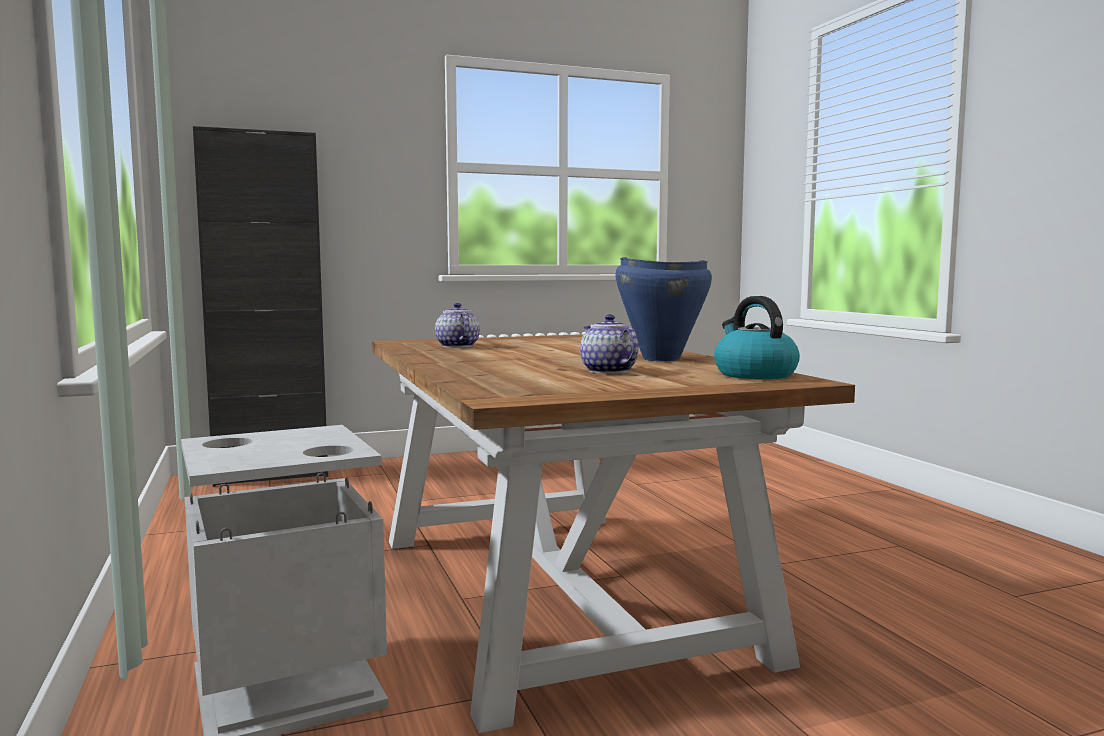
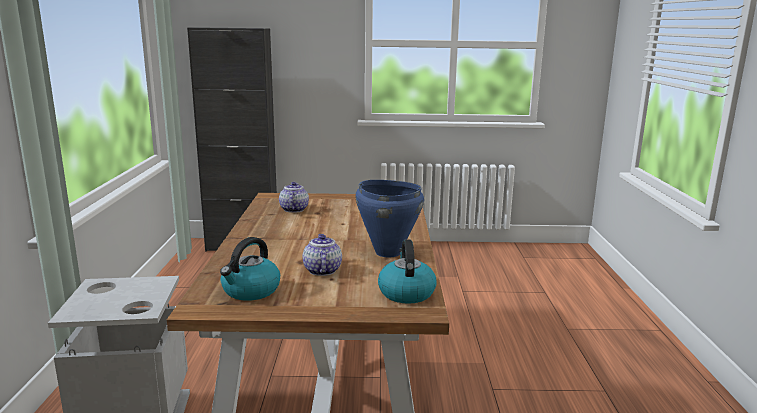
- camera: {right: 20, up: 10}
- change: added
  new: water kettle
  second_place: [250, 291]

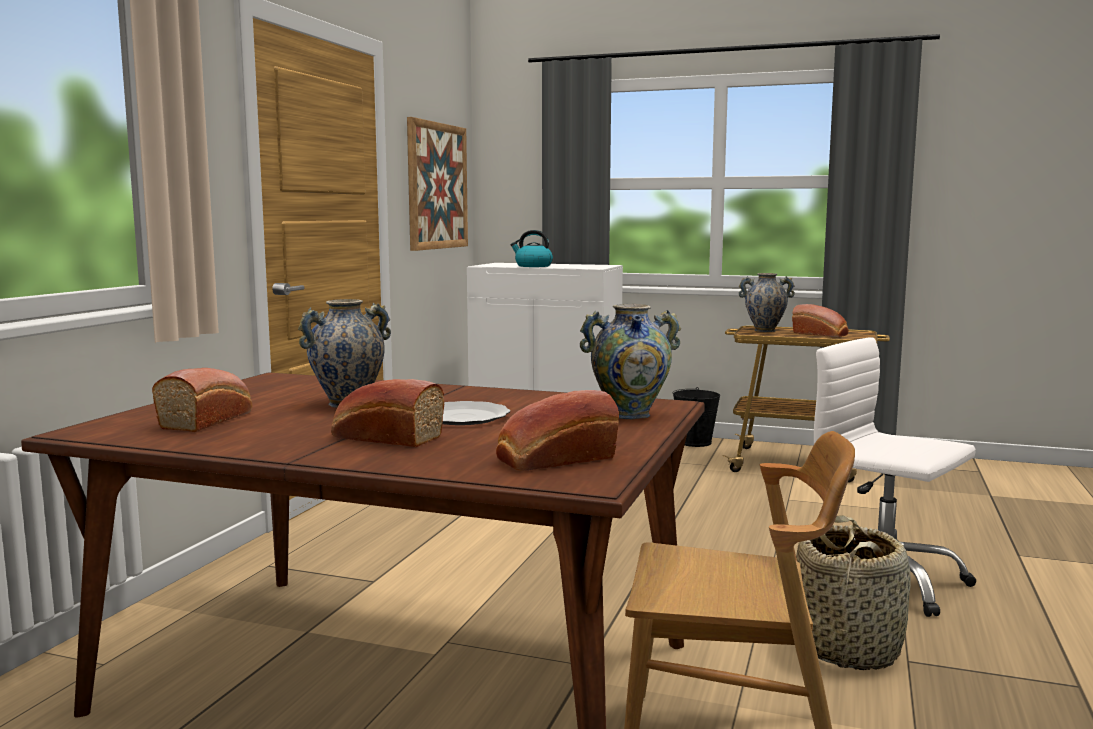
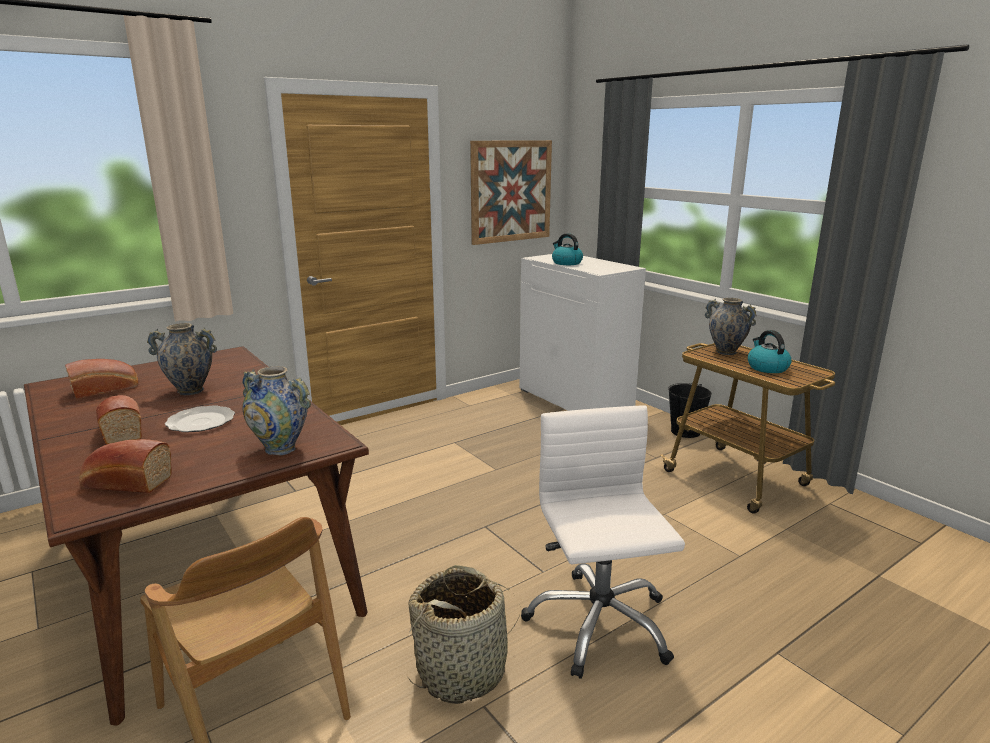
- camera: {right: 35, up: 10}
- change: replaced
  old: baked bread
  new: water kettle
  first_place: [821, 334]
  second_place: [767, 367]

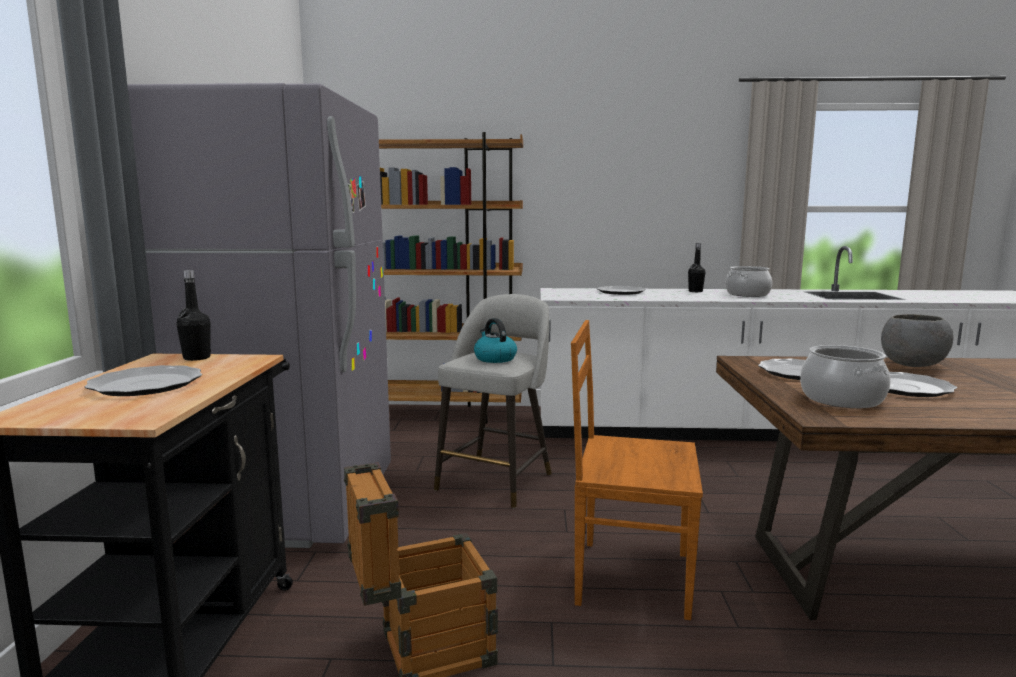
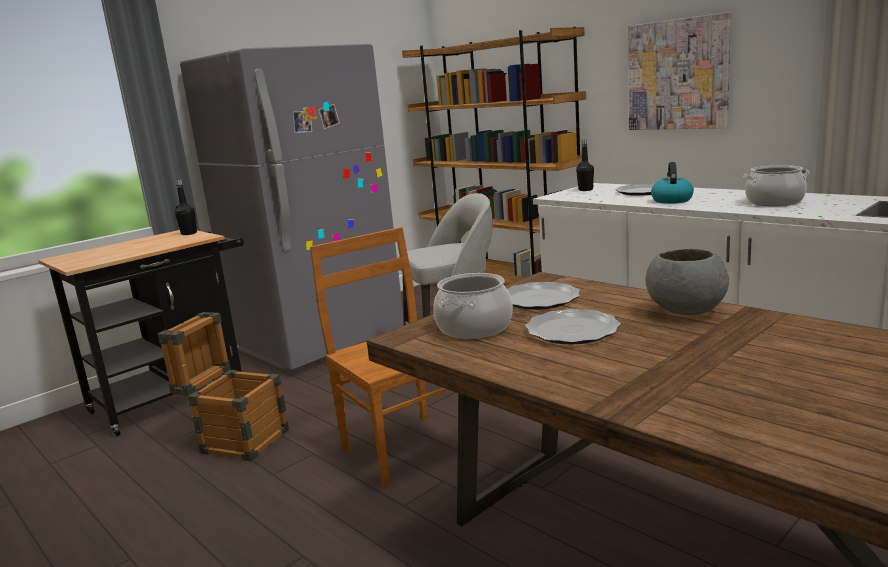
- camera: {right: 45, up: 5}
- change: moved
  old: blackish beverage bottle
  first_place: [695, 291]
  second_place: [585, 190]
- change: moved
  old: water kettle
  first_place: [494, 358]
  second_place: [671, 200]
- change: removed
  old: dinner plate
  first_place: [146, 385]
- change: added
  new: wall picture
  second_place: [678, 75]

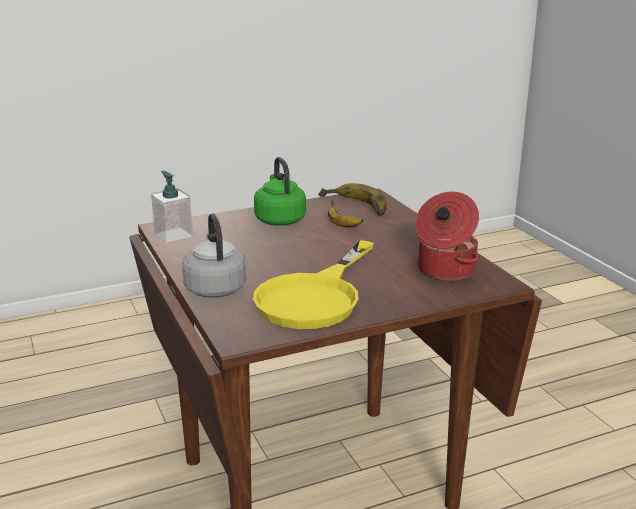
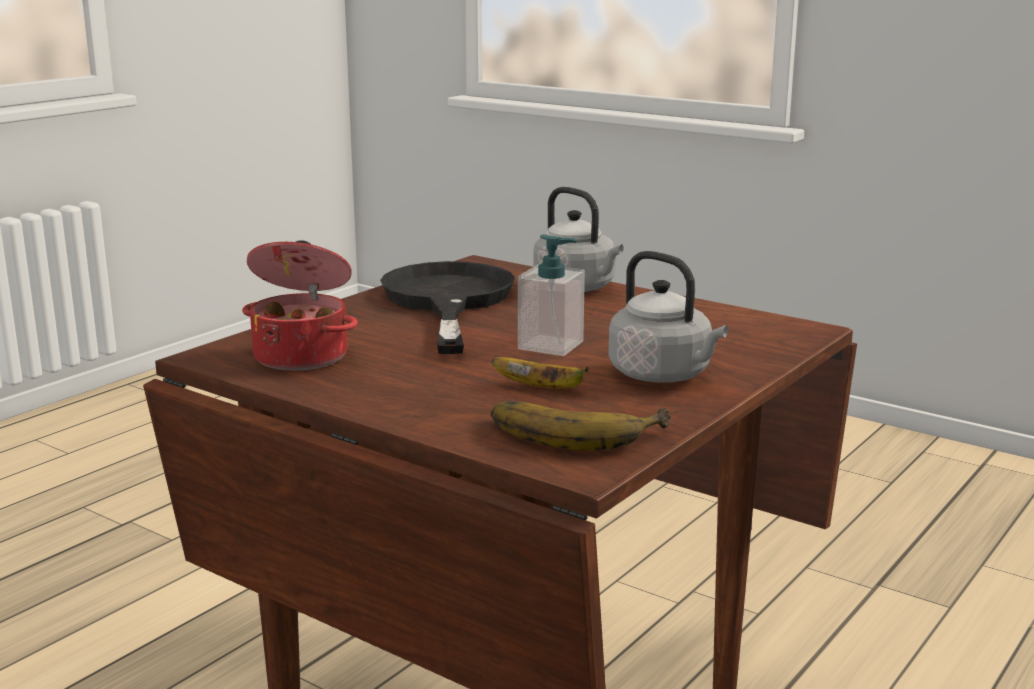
- camera: {right: 150, up: -5}
- change: recoloured
  old: greenish water kettle
  new: gray water kettle
  first_place: [279, 219]
  second_place: [664, 375]
- change: moved
  old: soap bottle
  first_place: [173, 235]
  second_place: [551, 345]
- change: recoloured
  old: yellow-coloured frying pan
  new: blackish frying pan
  first_place: [316, 297]
  second_place: [447, 301]

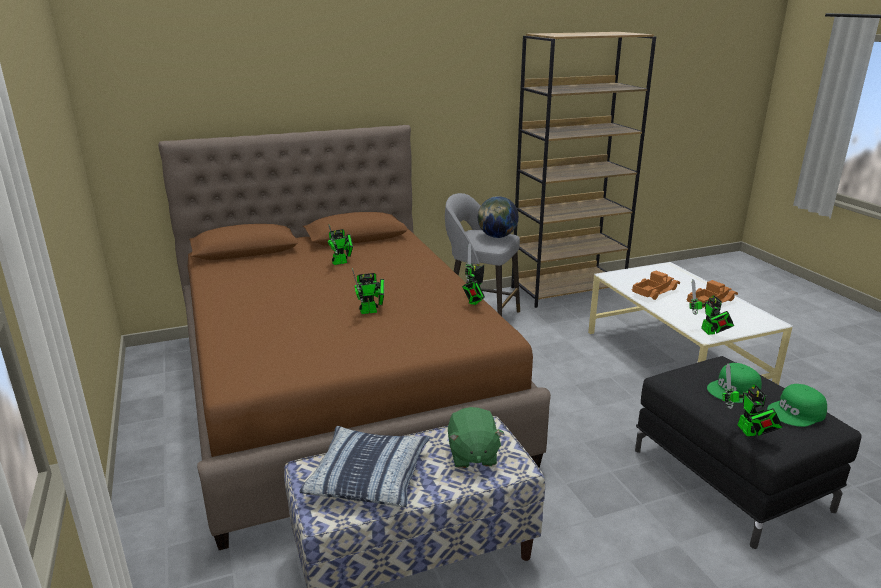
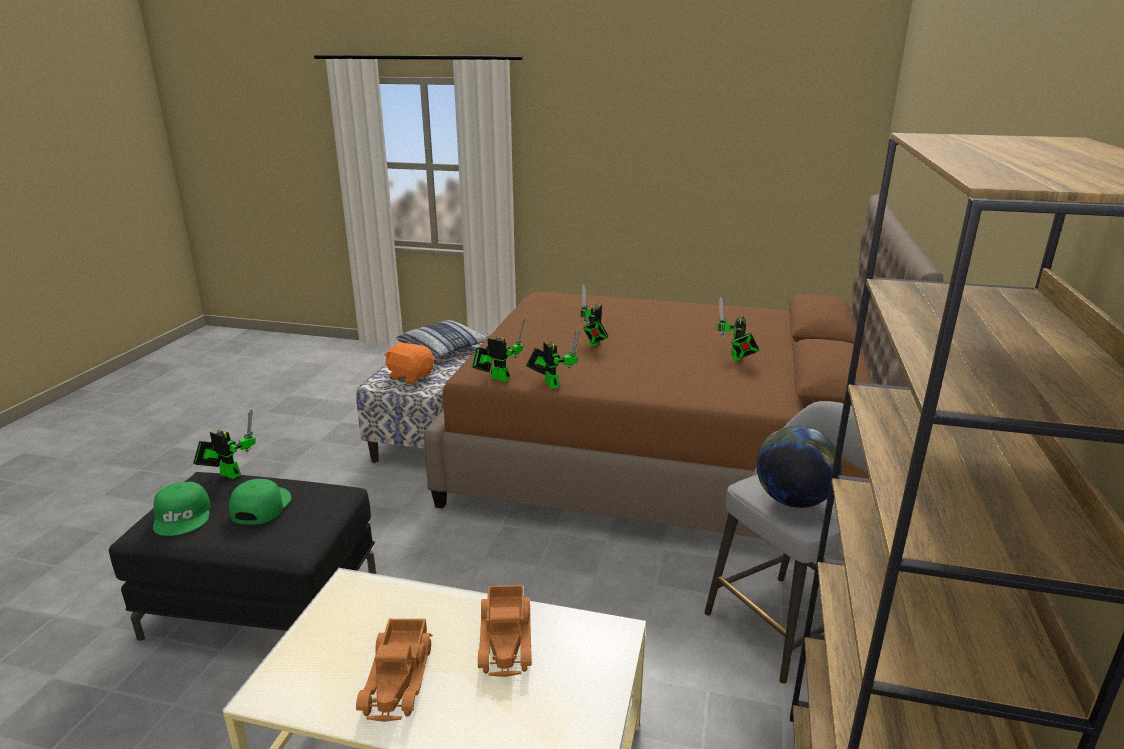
- camera: {right: 125, up: 0}
- change: moved
  old: robot figure
  first_place: [709, 332]
  second_place: [497, 377]
- change: turned
  old: greenish peaked cap
  first_place: [797, 412]
  second_place: [183, 516]
  degrees: 150
- change: recoloured
  old: greenish plush toy
  new: orangey plush toy
  first_place: [472, 455]
  second_place: [410, 376]

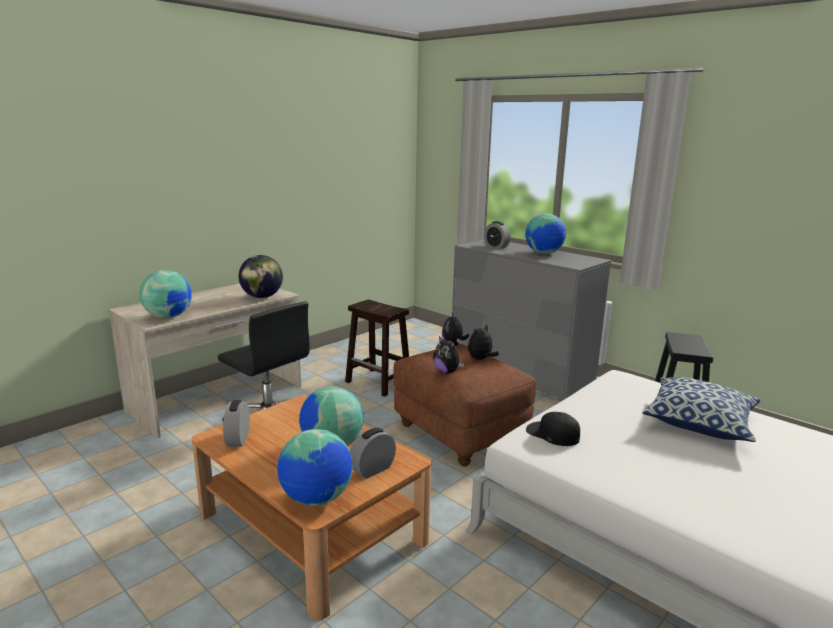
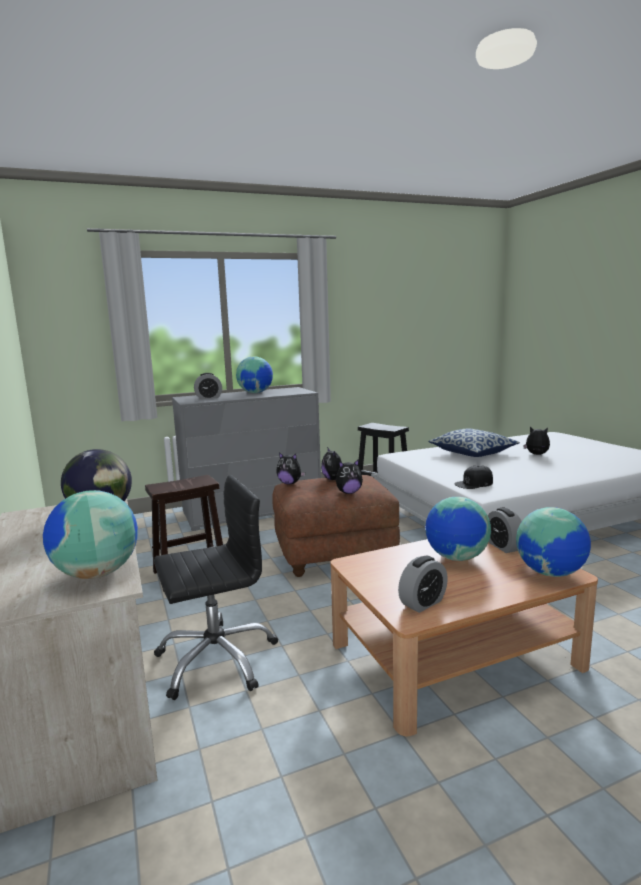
- camera: {right: -65, up: -5}
- change: turned
  old: alarm clock
  first_place: [238, 439]
  second_place: [423, 603]
  degrees: -60
- change: added
  new: plush toy
  second_place: [536, 455]

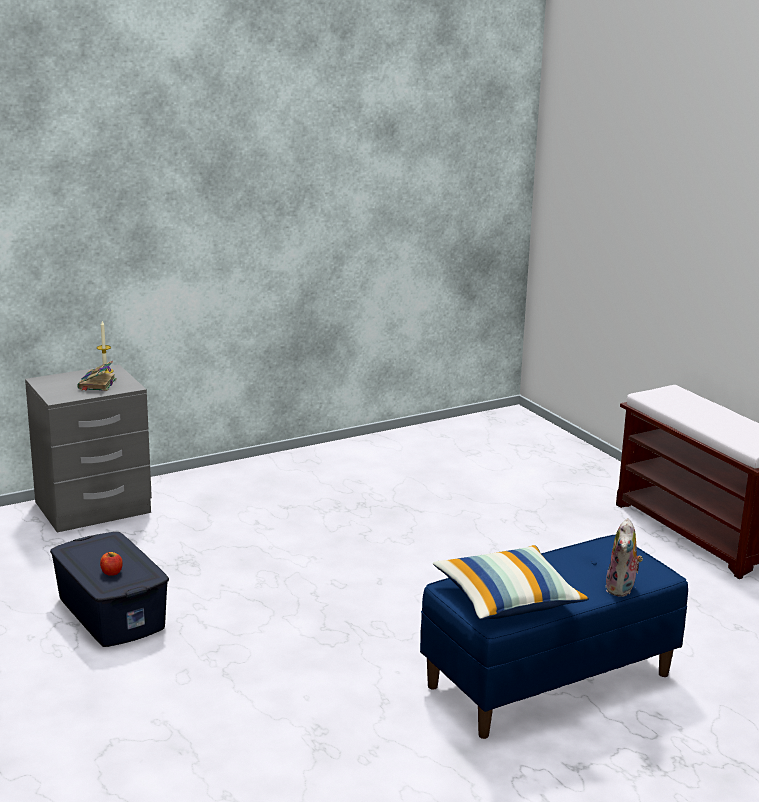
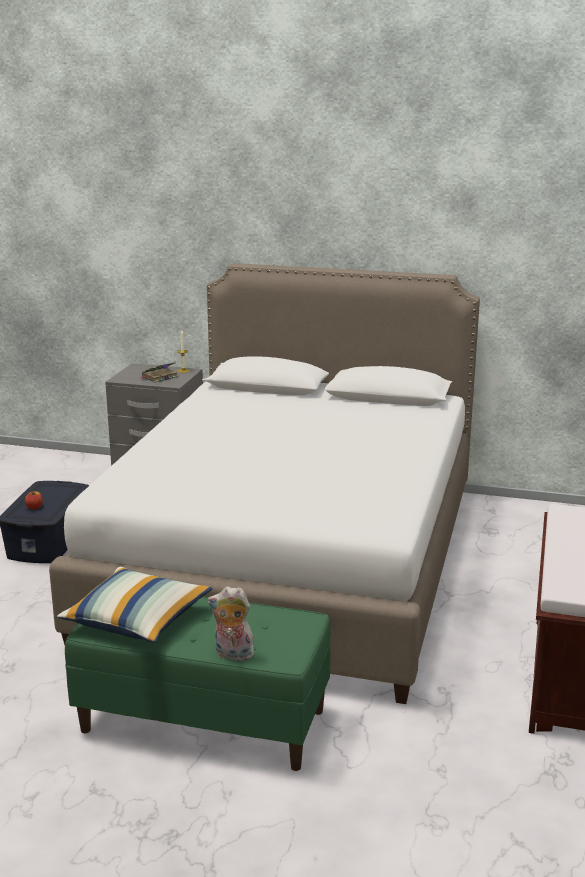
- camera: {right: 45, up: 0}
- change: turned
  old: plush toy
  first_place: [622, 589]
  second_place: [232, 655]
  degrees: 45
- change: recoloured
  old: blue-coloured bench
  new: greenish bench
  first_place: [549, 679]
  second_place: [204, 720]
- change: added
  new: white-coloured bed
  second_place: [292, 562]

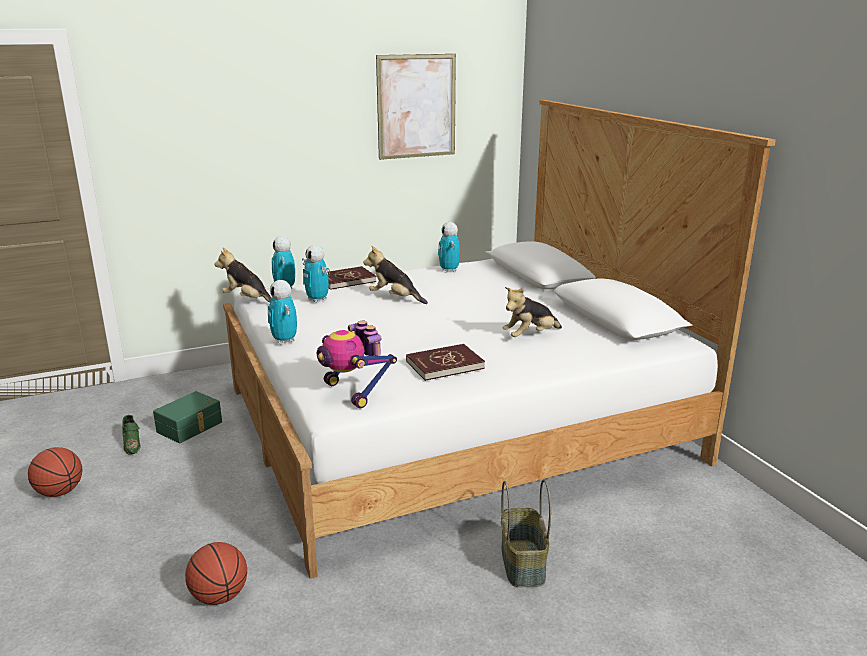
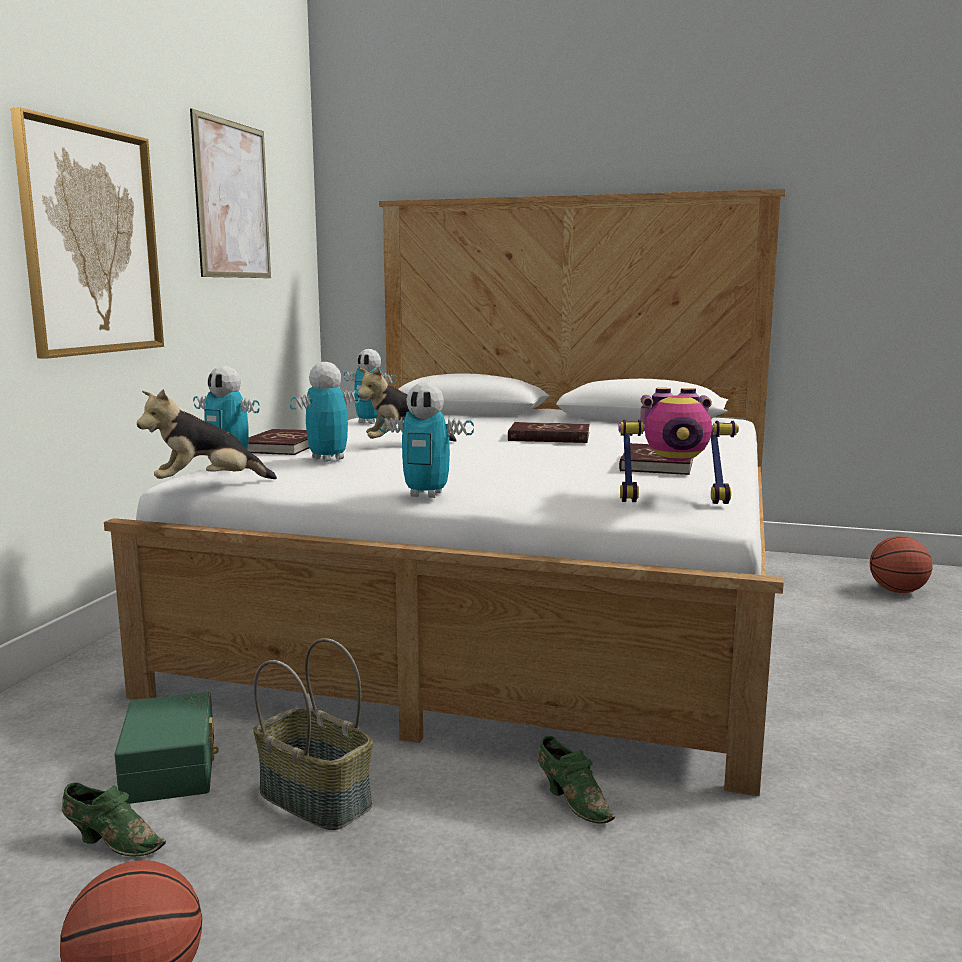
- camera: {right: -50, up: -10}
- change: turned
  old: robot figure
  first_place: [317, 300]
  second_place: [328, 459]
  degrees: 135
- change: removed
  old: plush toy
  first_place: [530, 336]
- change: moved
  old: storage basket
  first_place: [523, 564]
  second_place: [317, 798]
- change: moved
  old: ball for basketball
  first_place: [219, 596]
  second_place: [897, 591]
- change: added
  new: wall picture
  second_place: [91, 241]
- change: added
  new: red-coloured volume
  second_place: [549, 437]
- change: added
  new: greenish low shoe
  second_place: [573, 800]

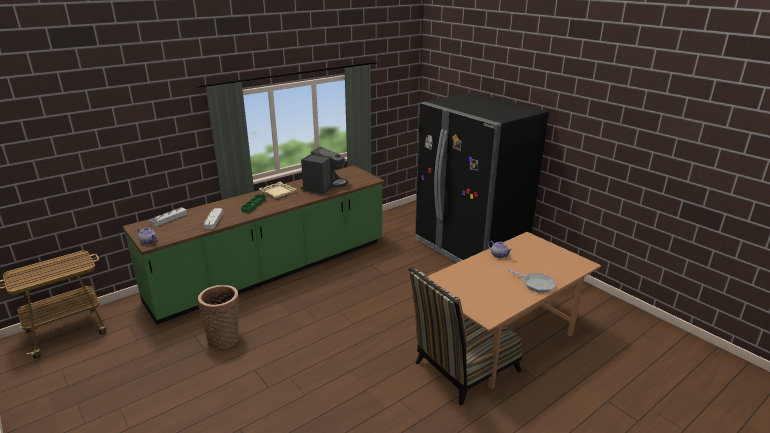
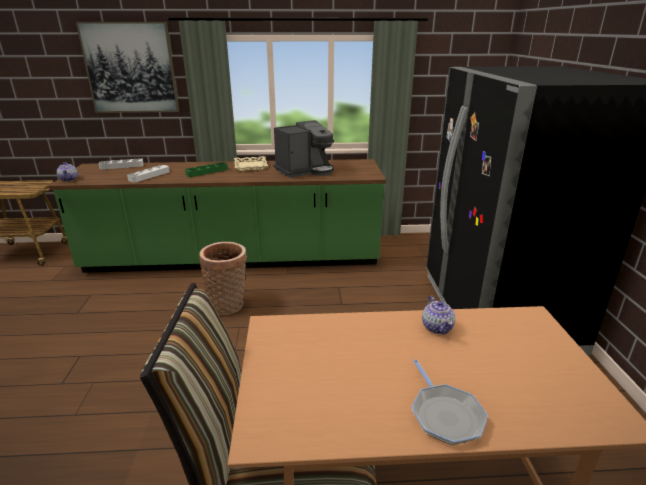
- camera: {right: 35, up: 0}
- change: moved
  old: storage basket
  first_place: [224, 338]
  second_place: [228, 305]
- change: added
  new: wall picture
  second_place: [130, 68]

